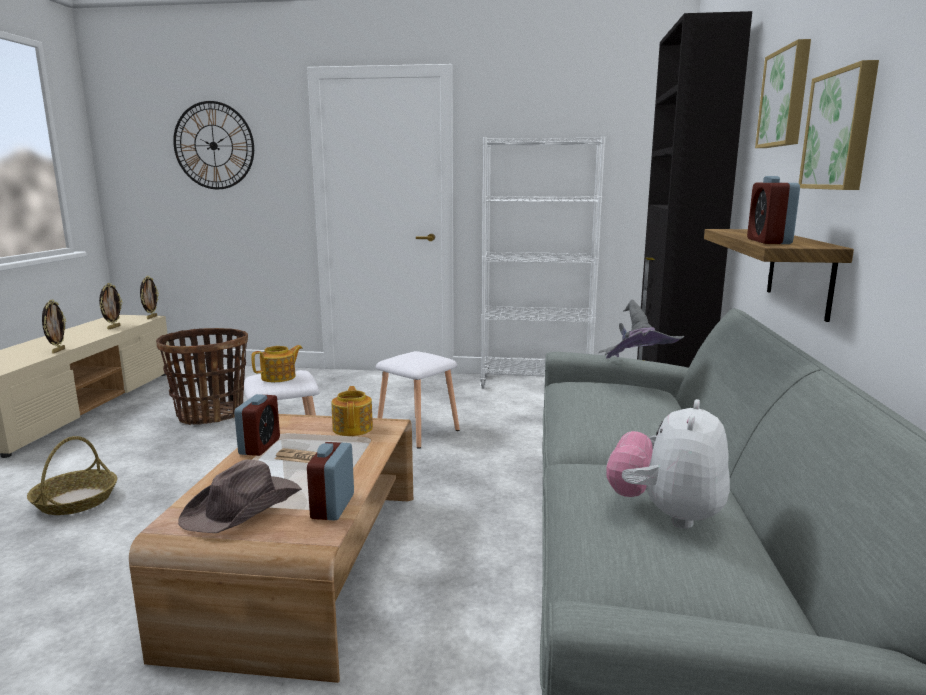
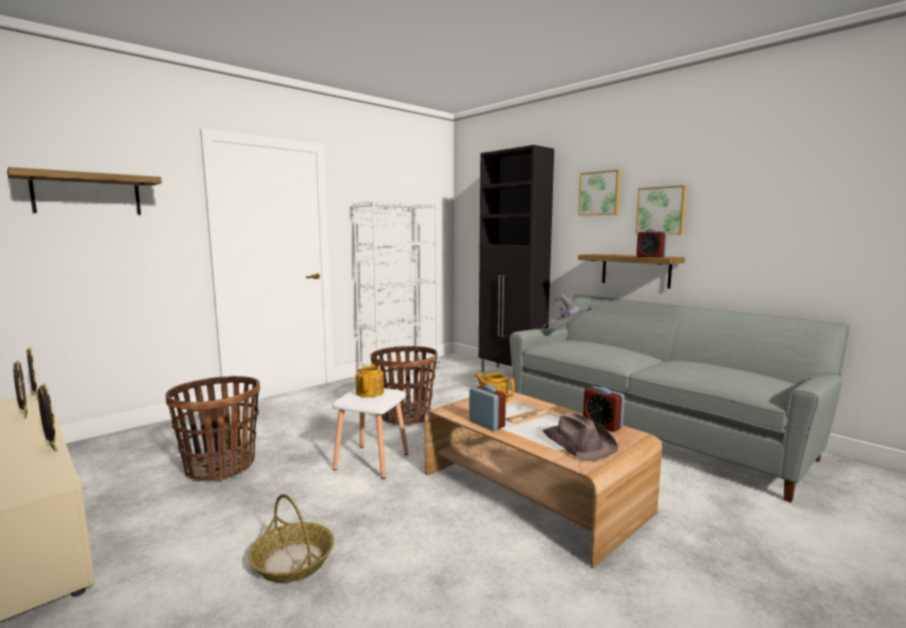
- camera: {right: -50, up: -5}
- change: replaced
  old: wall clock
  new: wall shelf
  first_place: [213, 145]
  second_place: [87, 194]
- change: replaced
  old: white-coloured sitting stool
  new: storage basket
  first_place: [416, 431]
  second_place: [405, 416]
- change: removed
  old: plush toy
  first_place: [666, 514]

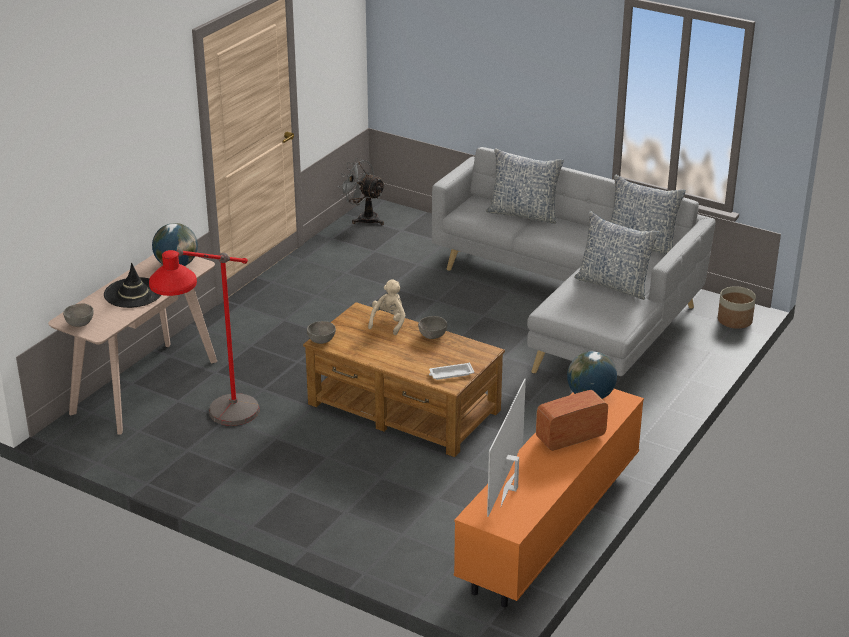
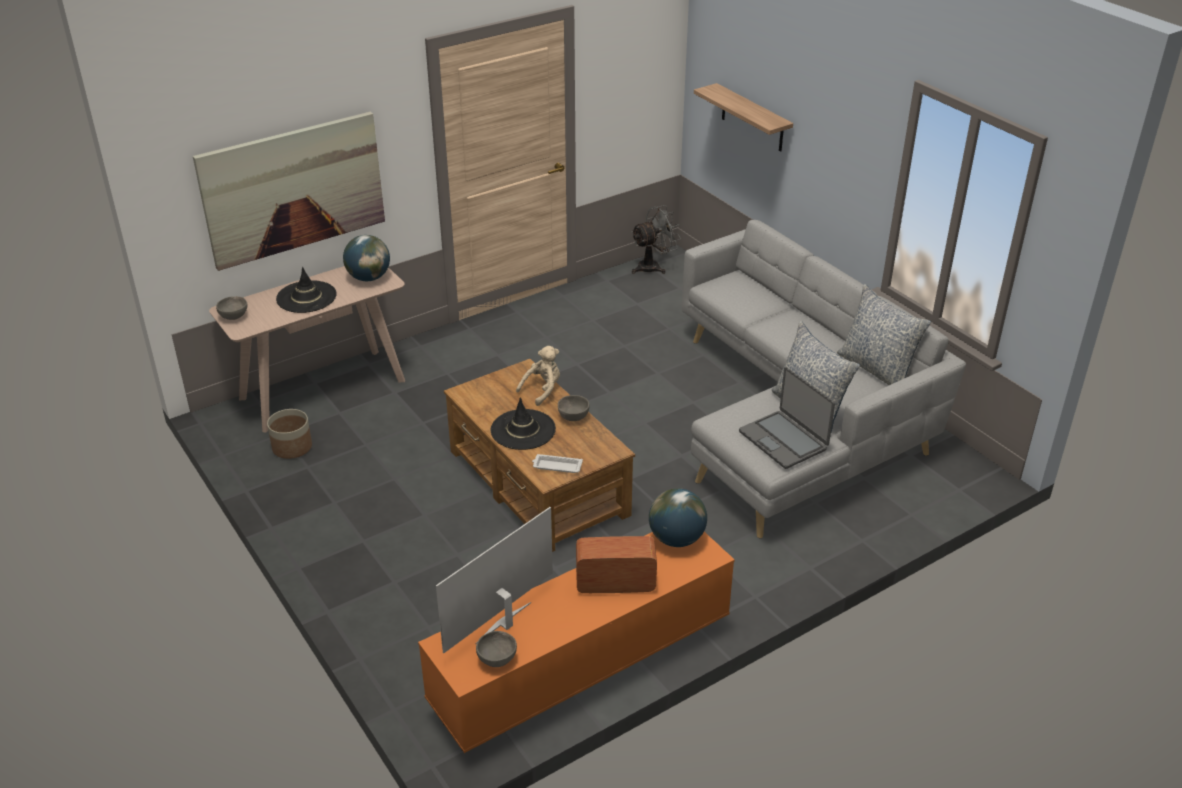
- camera: {right: 25, up: 5}
- change: removed
  old: throw pillow
  first_place: [523, 214]
- change: turned
  old: gray fan
  first_place: [364, 218]
  second_place: [653, 266]
  degrees: 90
- change: removed
  old: red-coloured standard lamp
  first_place: [217, 430]
- change: moved
  old: plant pot
  first_place: [735, 320]
  second_place: [292, 447]
- change: moved
  old: gray serving bowl
  first_place: [322, 341]
  second_place: [498, 659]
- change: added
  new: wall shelf
  second_place: [752, 118]
- change: added
  new: wall picture
  second_place: [293, 189]
- change: added
  new: laptop
  second_place: [783, 440]
- change: added
  new: blackish clothing hat
  second_place: [523, 430]

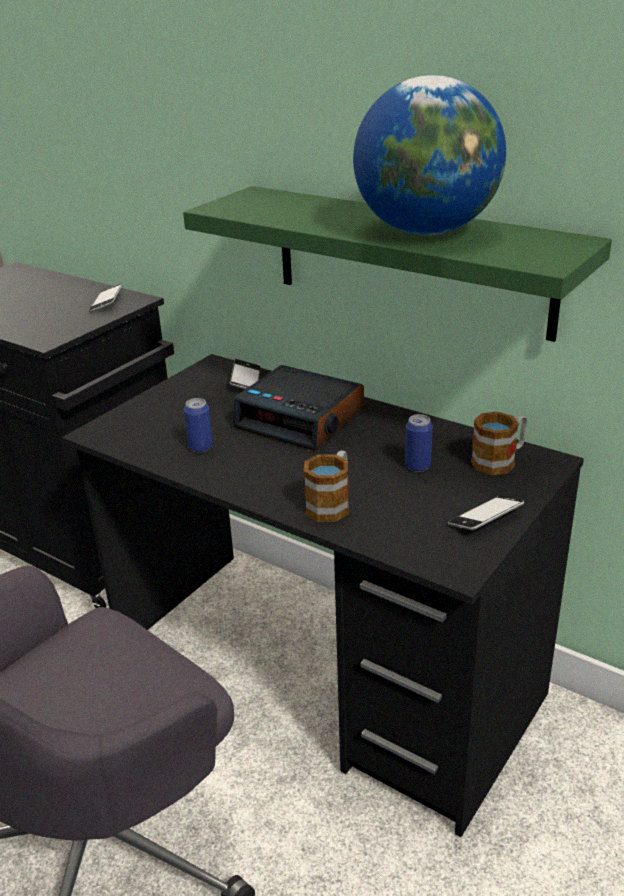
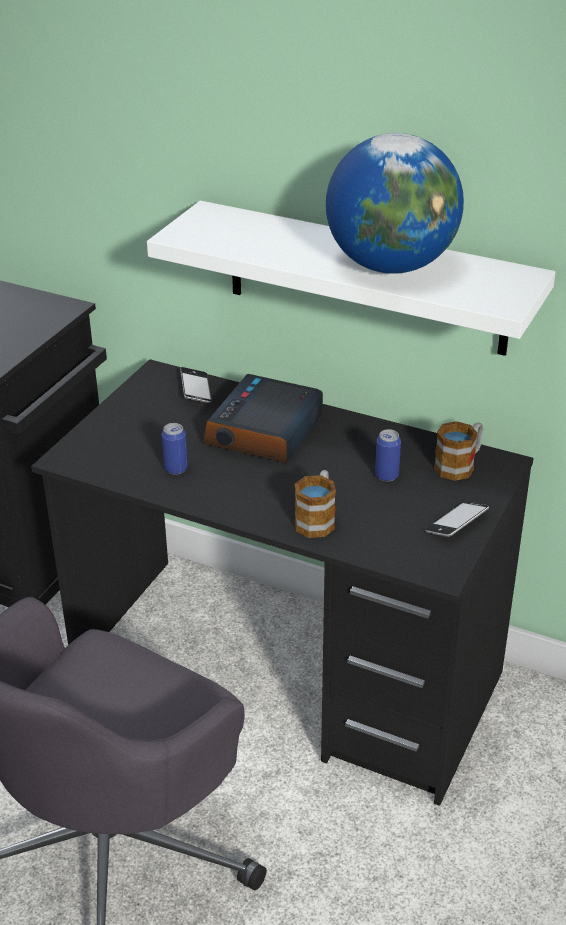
- camera: {right: -10, up: 5}
- change: recoloured
  old: greenish wall shelf
  new: white-coloured wall shelf
  first_place: [409, 260]
  second_place: [366, 278]
- change: removed
  old: handset
  first_place: [107, 302]
- change: turned
  old: alarm clock
  first_place: [301, 419]
  second_place: [264, 431]
  degrees: 90

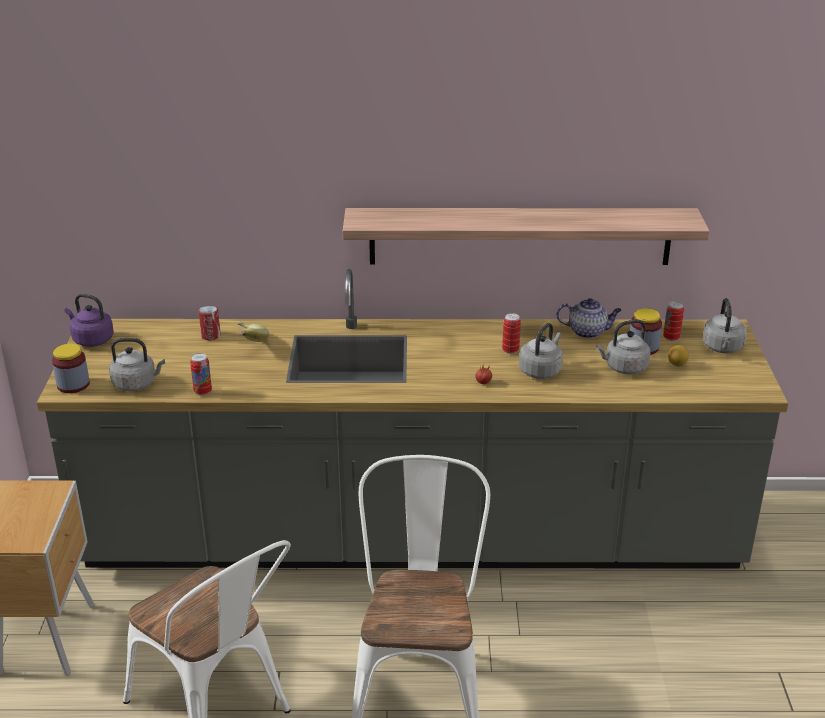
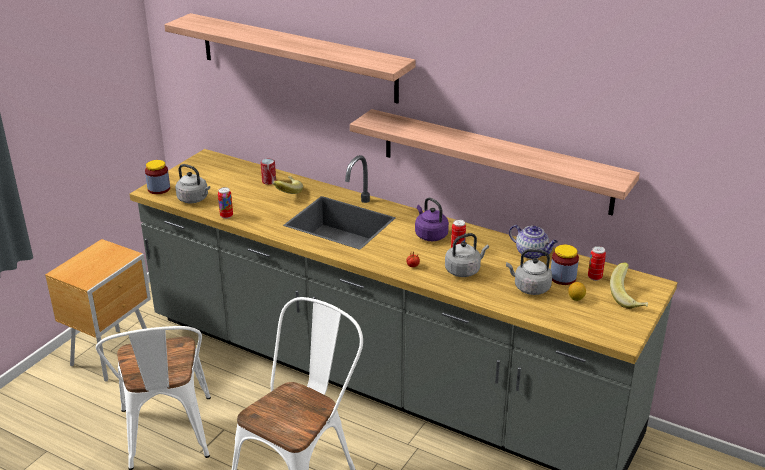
- camera: {right: 30, up: 0}
- change: moved
  old: purple water kettle
  first_place: [91, 340]
  second_place: [430, 235]
- change: replaced
  old: gray water kettle
  new: banana
  first_place: [722, 348]
  second_place: [629, 298]
- change: added
  new: wall shelf
  second_place: [297, 57]

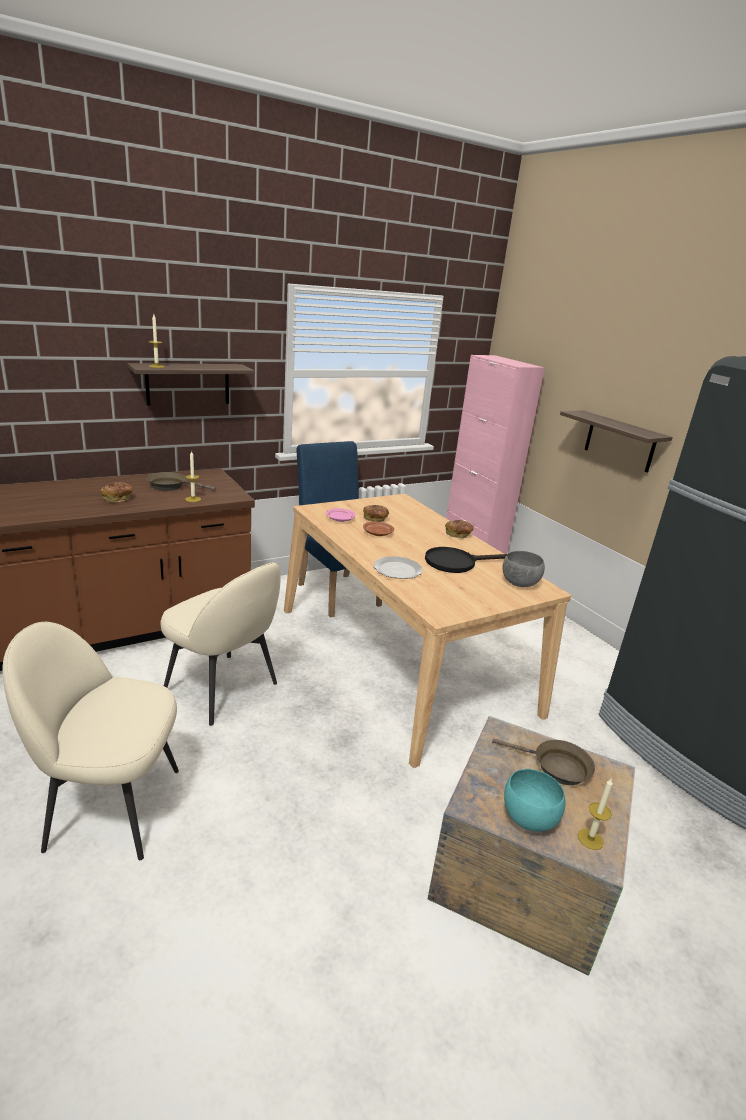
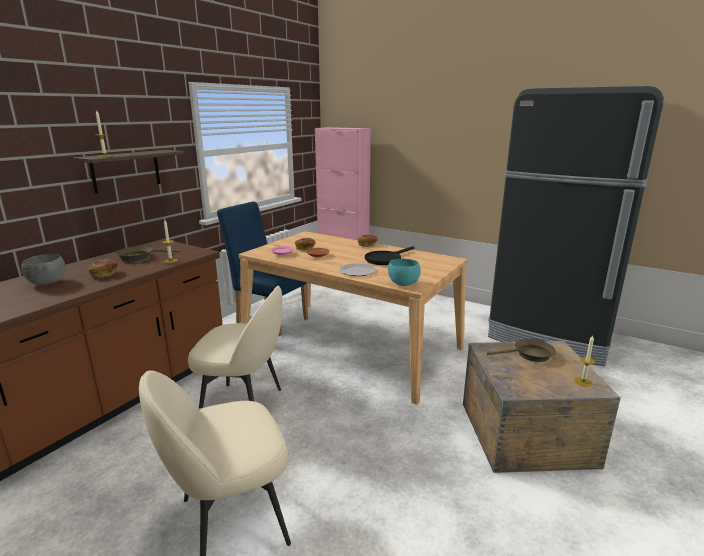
- camera: {right: -25, up: -5}
- change: removed
  old: wall shelf
  first_place: [620, 441]
- change: moved
  old: gray serving bowl
  first_place: [520, 584]
  second_place: [47, 283]
- change: moved
  old: turquoise-coloured serving bowl
  first_place: [527, 818]
  second_place: [403, 284]

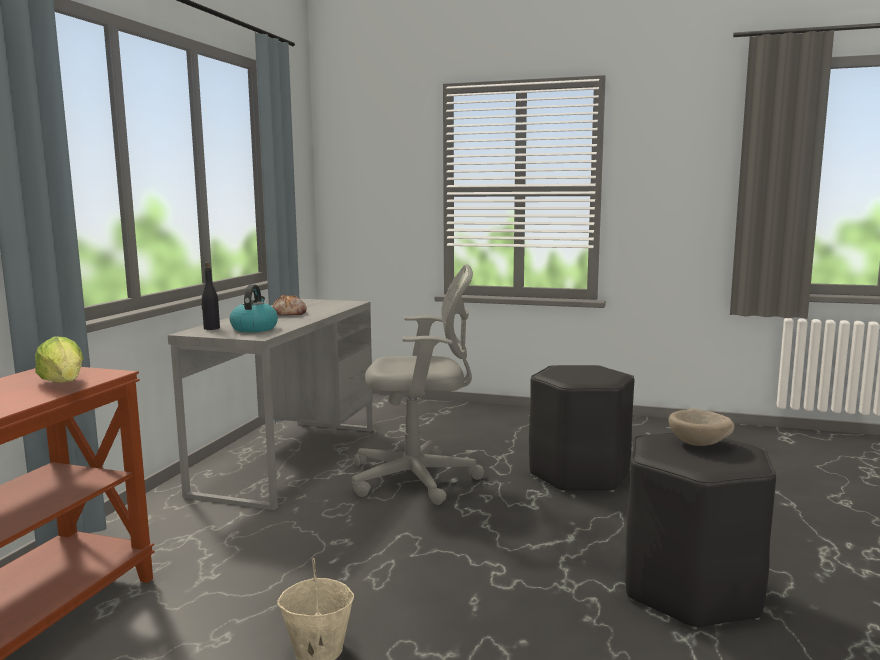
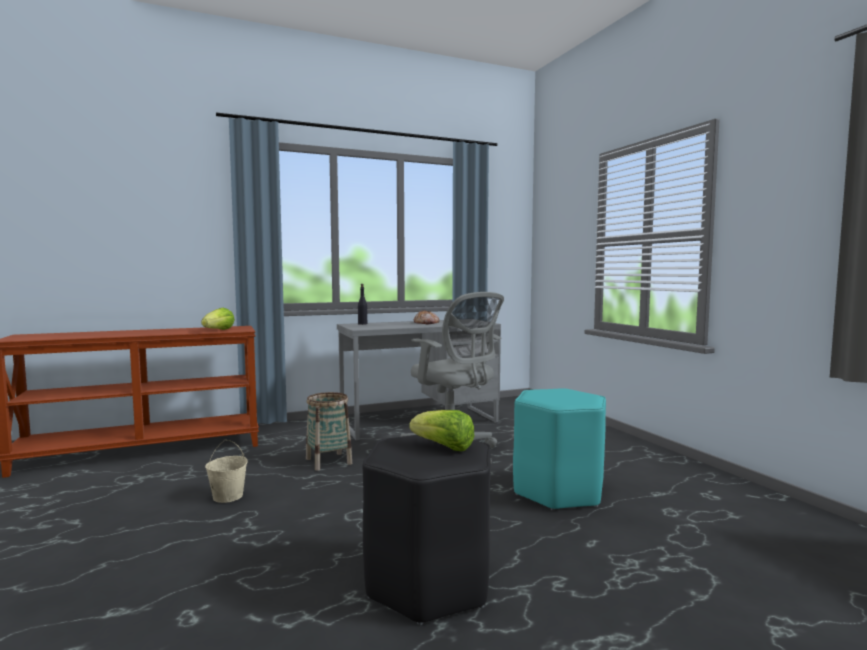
- camera: {right: 50, up: -5}
- change: removed
  old: water kettle
  first_place: [254, 328]
- change: recoloured
  old: blackish sitting stool
  new: turquoise-coloured sitting stool
  first_place: [578, 474]
  second_place: [558, 491]
- change: replaced
  old: beige-coloured serving bowl
  new: head of lettuce
  first_place: [700, 444]
  second_place: [444, 447]
- change: added
  new: storage basket
  second_place: [328, 461]

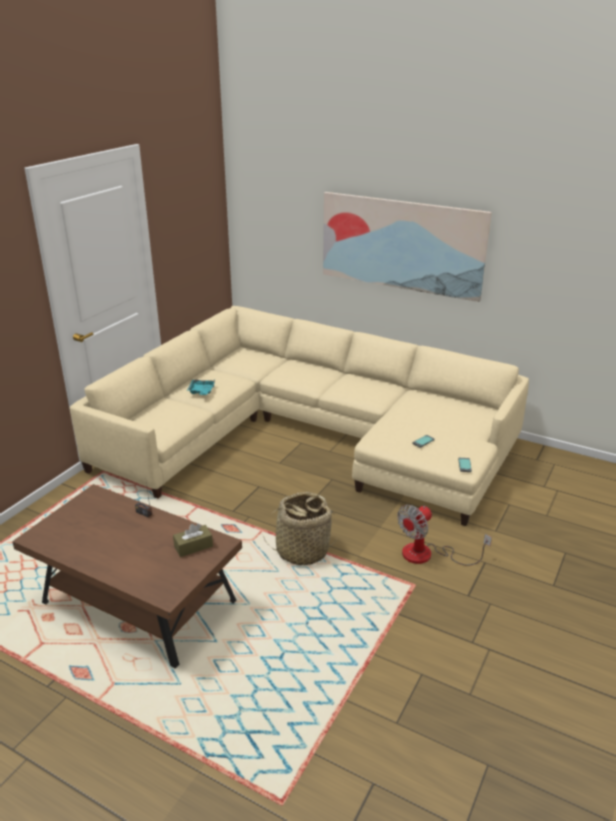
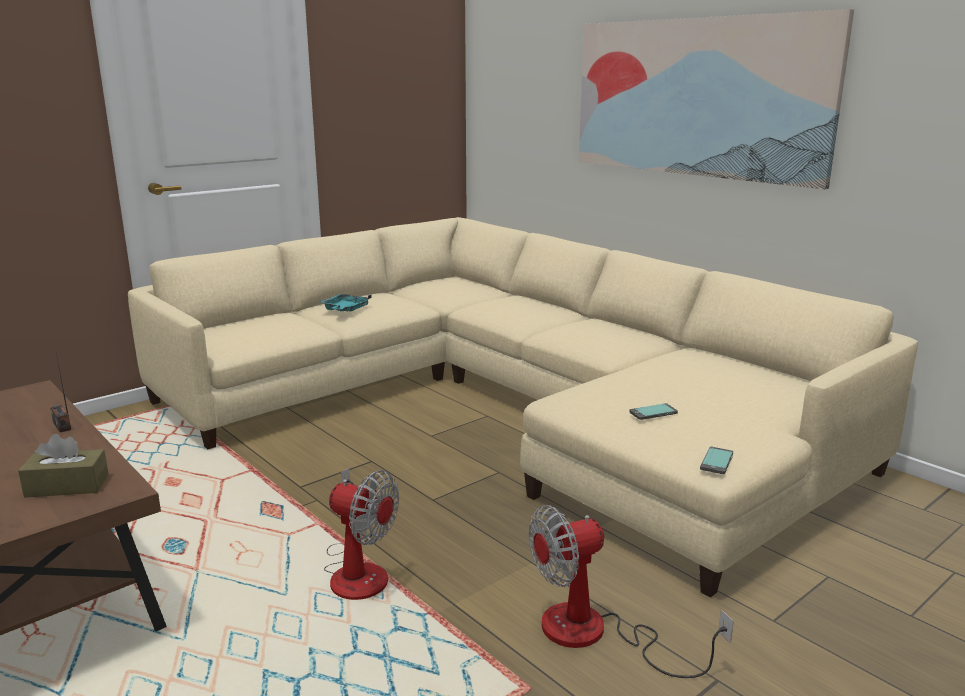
- camera: {right: 20, up: -10}
- change: replaced
  old: storage basket
  new: fan
  first_place: [302, 550]
  second_place: [358, 570]

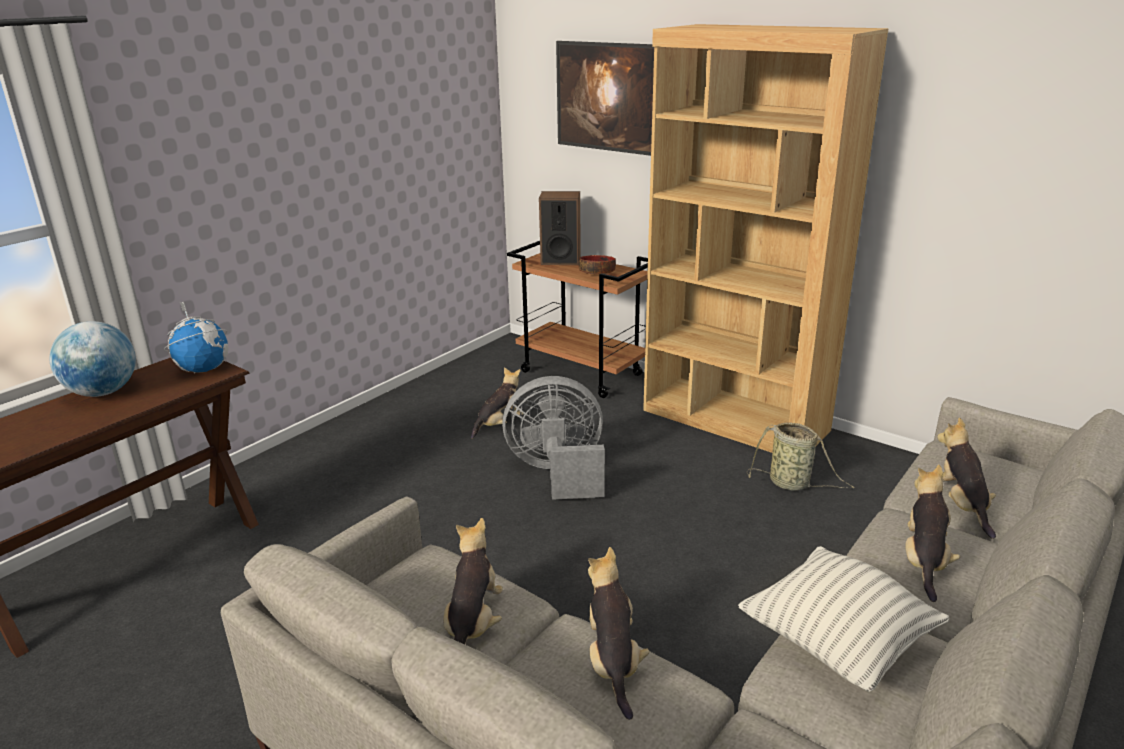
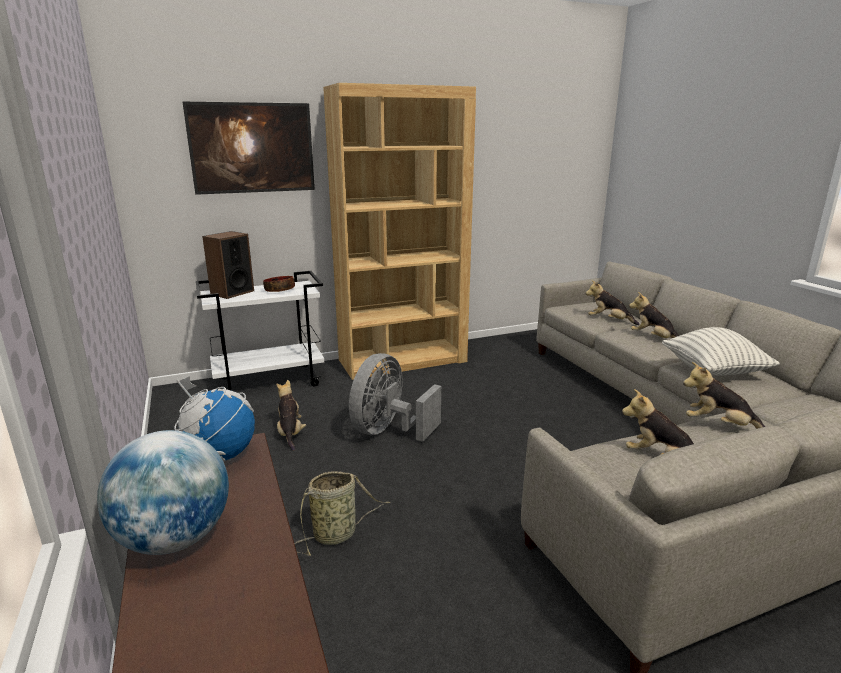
- camera: {right: -60, up: -5}
- change: recoloured
  old: brown-coloured wheeled cart
  new: white-coloured wheeled cart
  first_place: [582, 373]
  second_place: [270, 381]
- change: moved
  old: storage basket
  first_place: [792, 484]
  second_place: [337, 534]

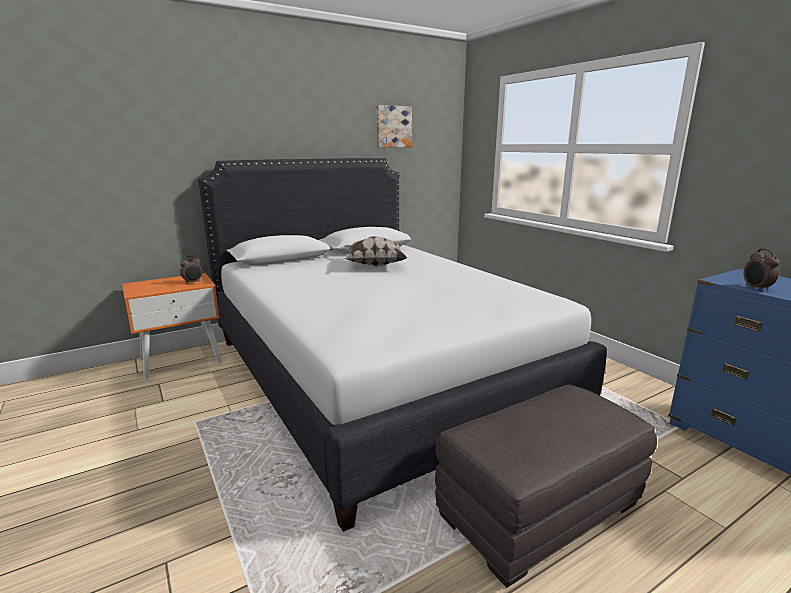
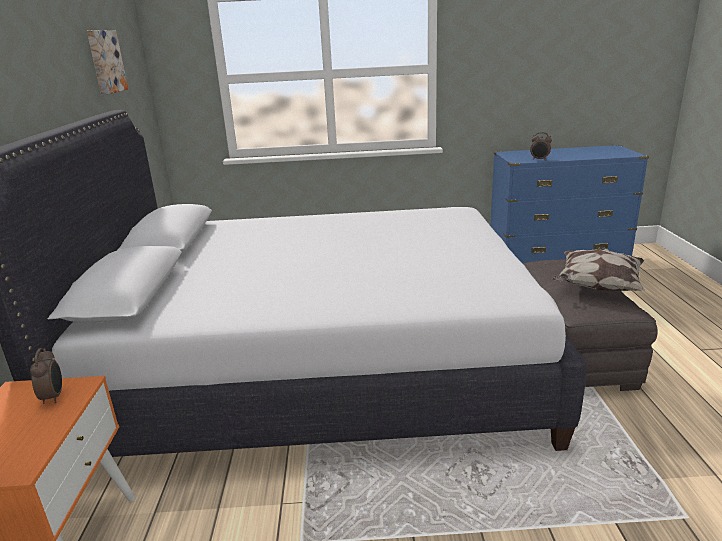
- camera: {right: -60, up: 5}
- change: moved
  old: throw pillow
  first_place: [374, 265]
  second_place: [596, 287]

